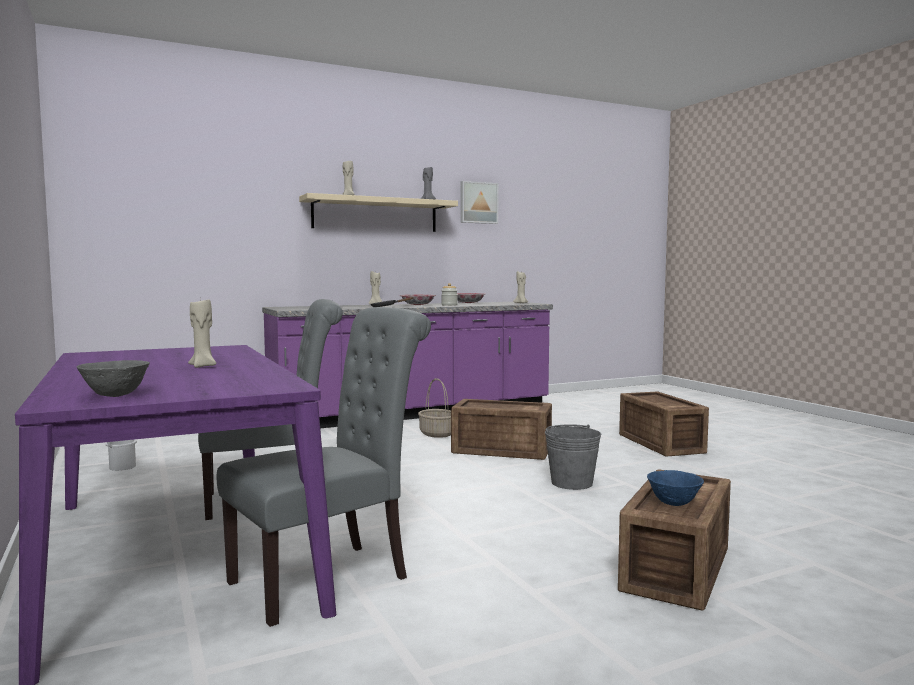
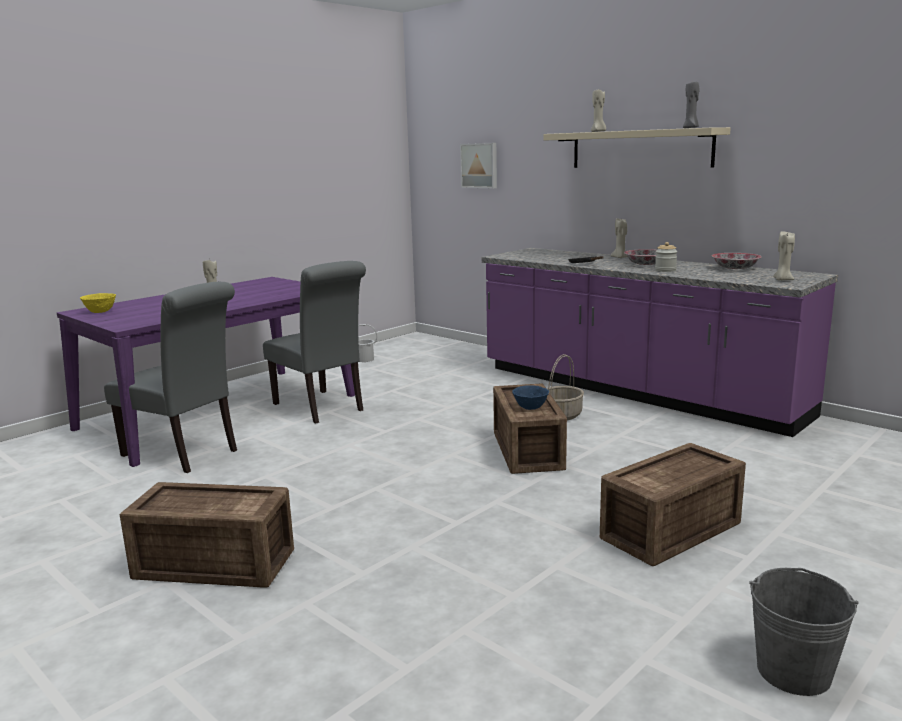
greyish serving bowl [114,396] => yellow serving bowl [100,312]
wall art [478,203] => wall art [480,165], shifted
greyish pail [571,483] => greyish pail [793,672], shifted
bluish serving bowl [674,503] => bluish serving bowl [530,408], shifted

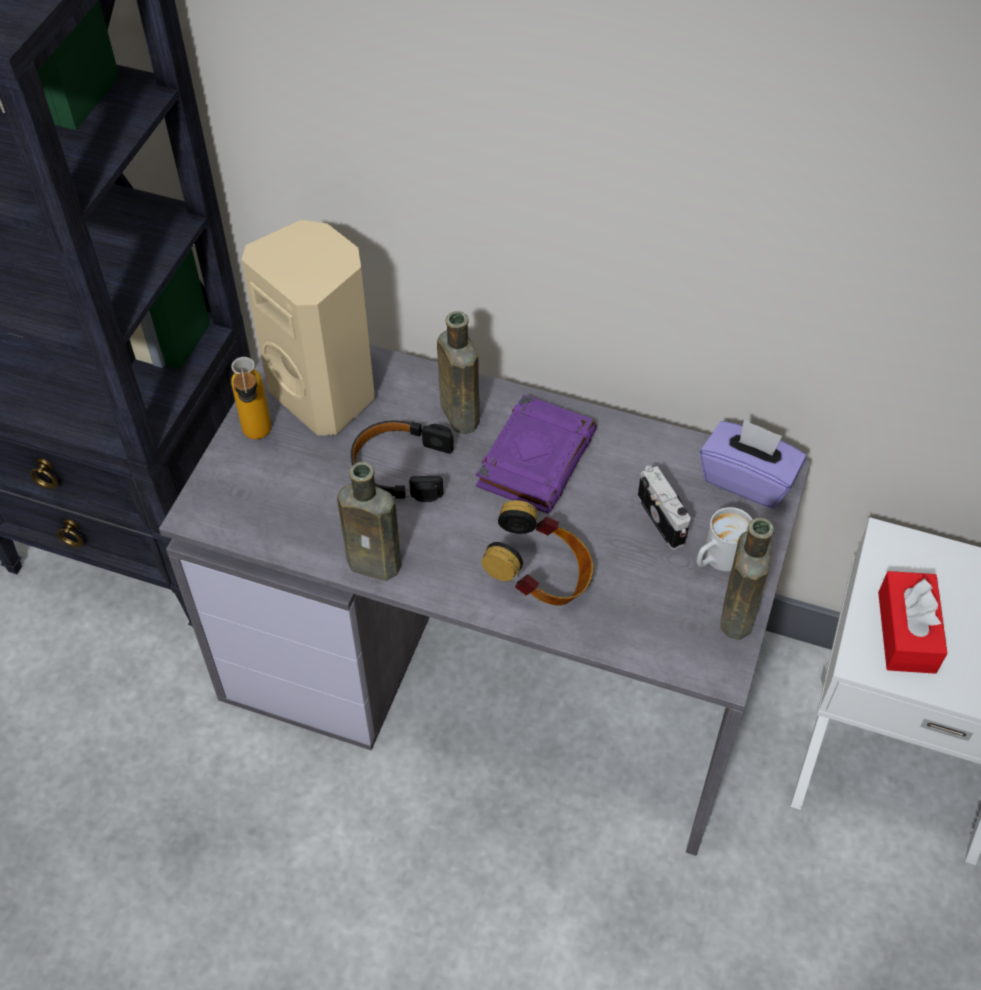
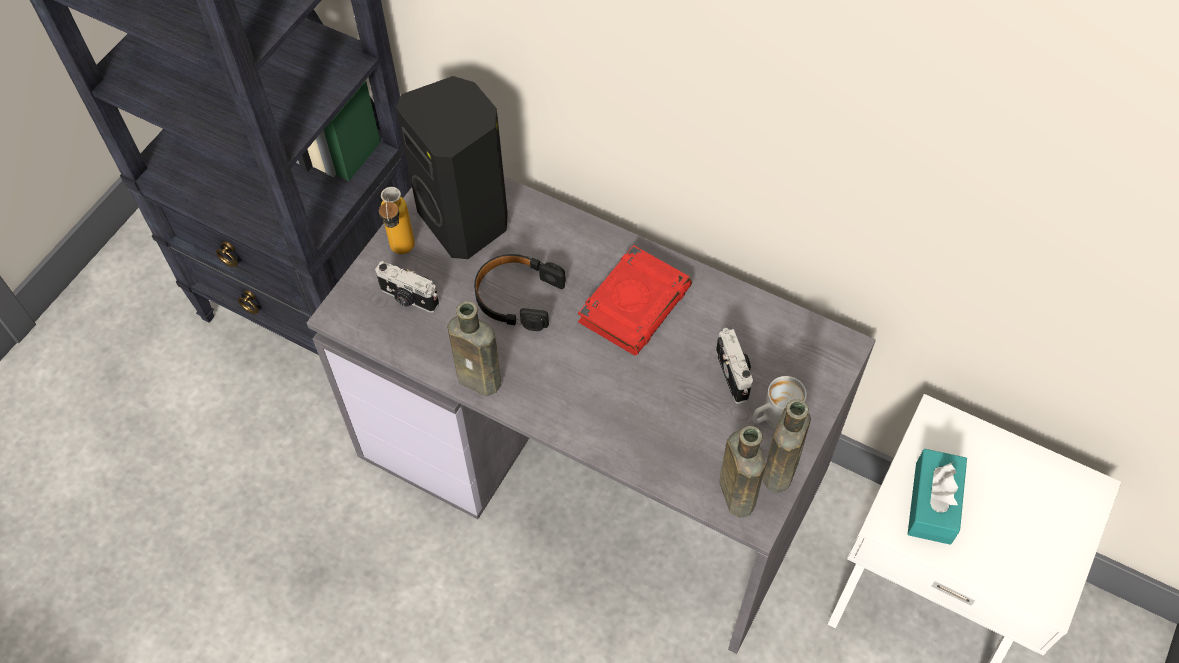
beige-coloured audio speaker [326,393] => black audio speaker [466,220]
brown beverage bottle [458,412] => brown beverage bottle [735,491], shifted
purplish bound book [536,458] => reddish bound book [635,303]
pair of headphones [540,578] => nothing
purplish tissue holder [747,479] => nothing
reddish tissue holder [906,632] => turquoise-coloured tissue holder [933,503]
nothing => photo camera [408,298]

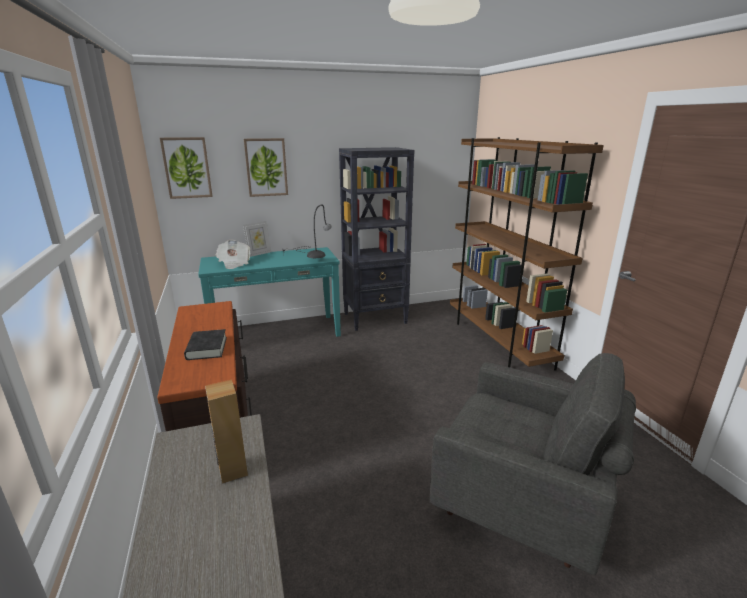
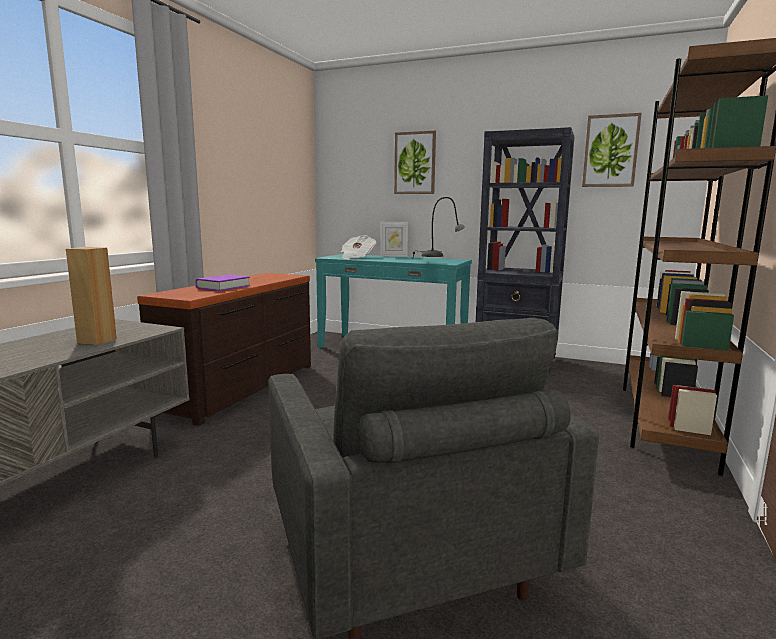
wall art [187,168] => wall art [610,151], shifted
black bound book [207,348] => purplish bound book [223,287]

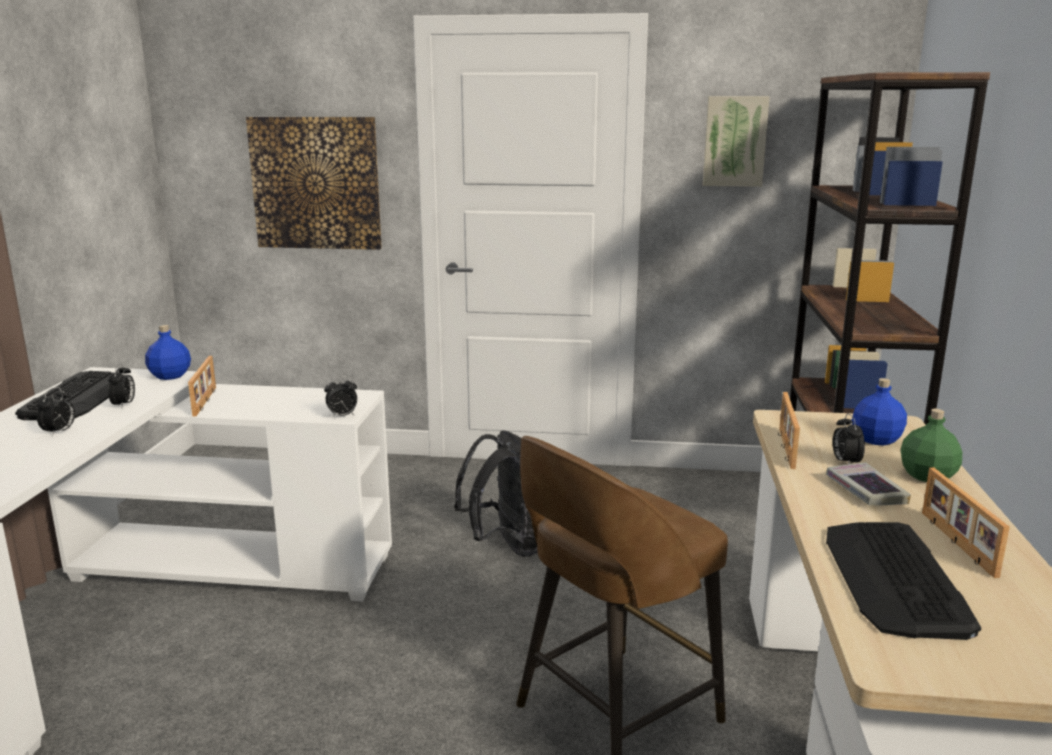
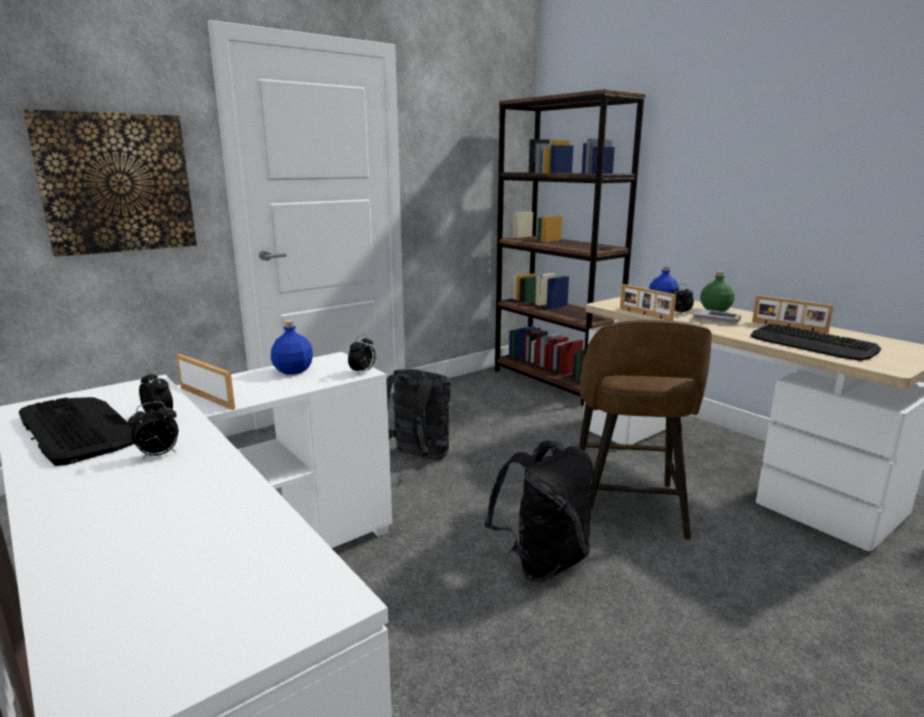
table clock [59,432] => table clock [158,455], 90 degrees clockwise
bluish beverage bottle [170,376] => bluish beverage bottle [293,371], shifted
wall art [734,141] => nothing
nothing => black backpack [543,562]

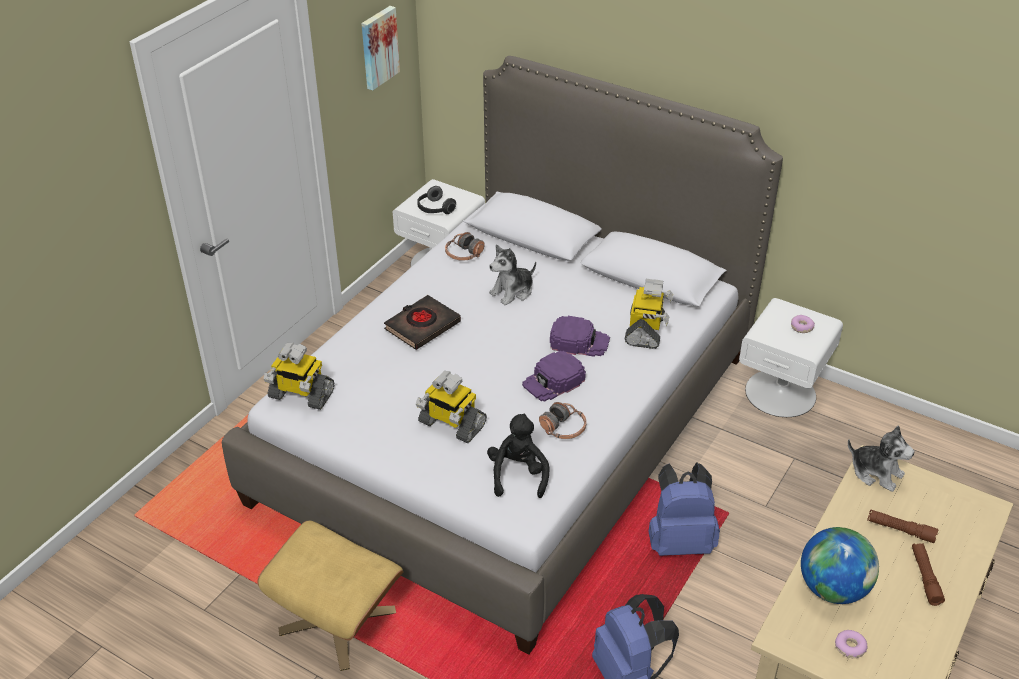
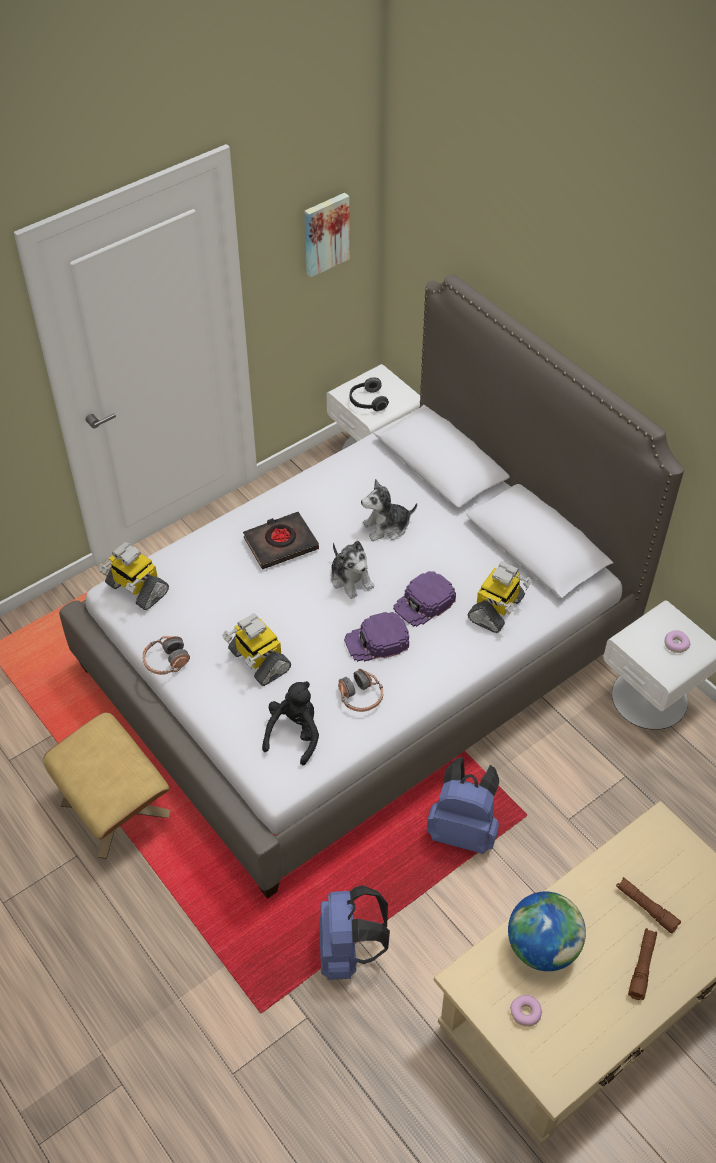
pair of headphones [464,254] => pair of headphones [166,661], shifted
purplish peaked cap [579,341] => purplish peaked cap [424,603], 105 degrees clockwise
cuddly toy [876,473] => cuddly toy [351,579], shifted

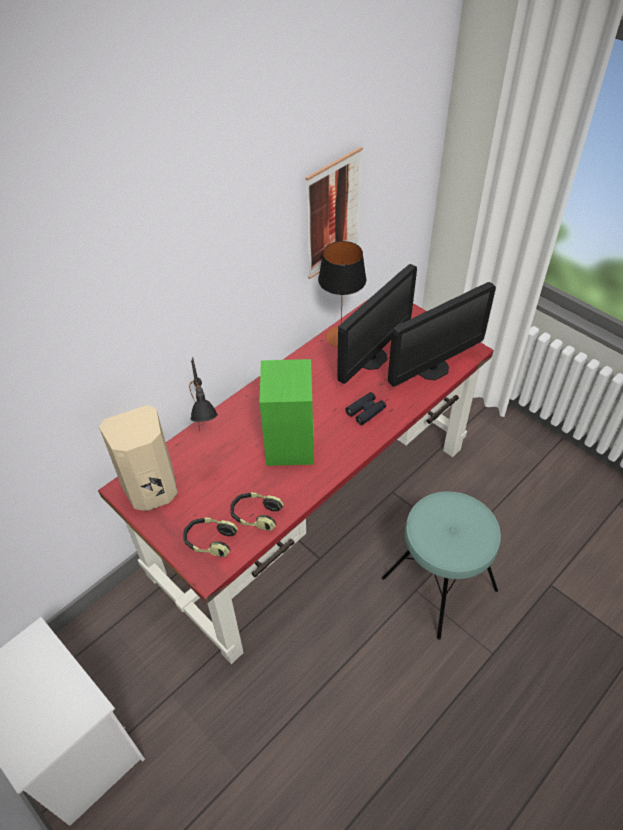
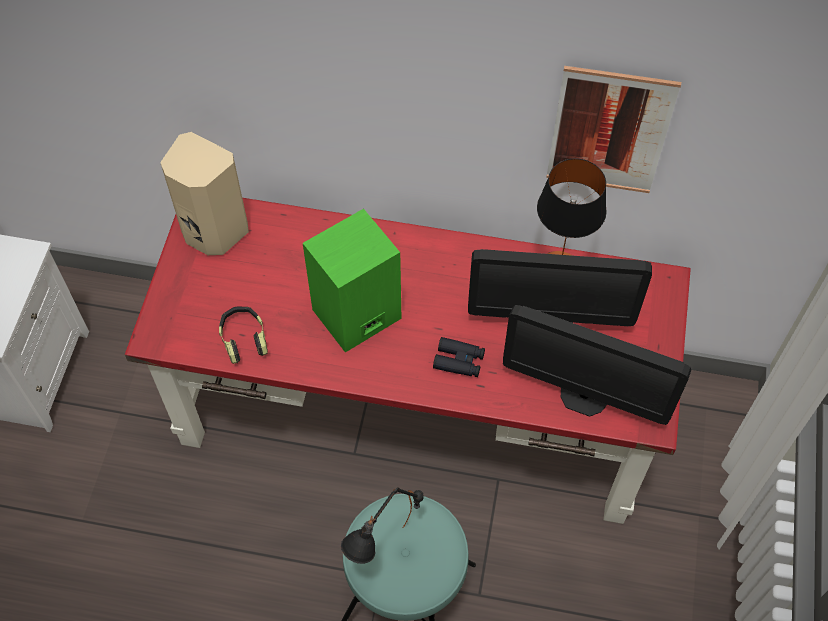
pair of headphones [210,541] => nothing
black lamp for a table [211,448] => black lamp for a table [388,559], shifted

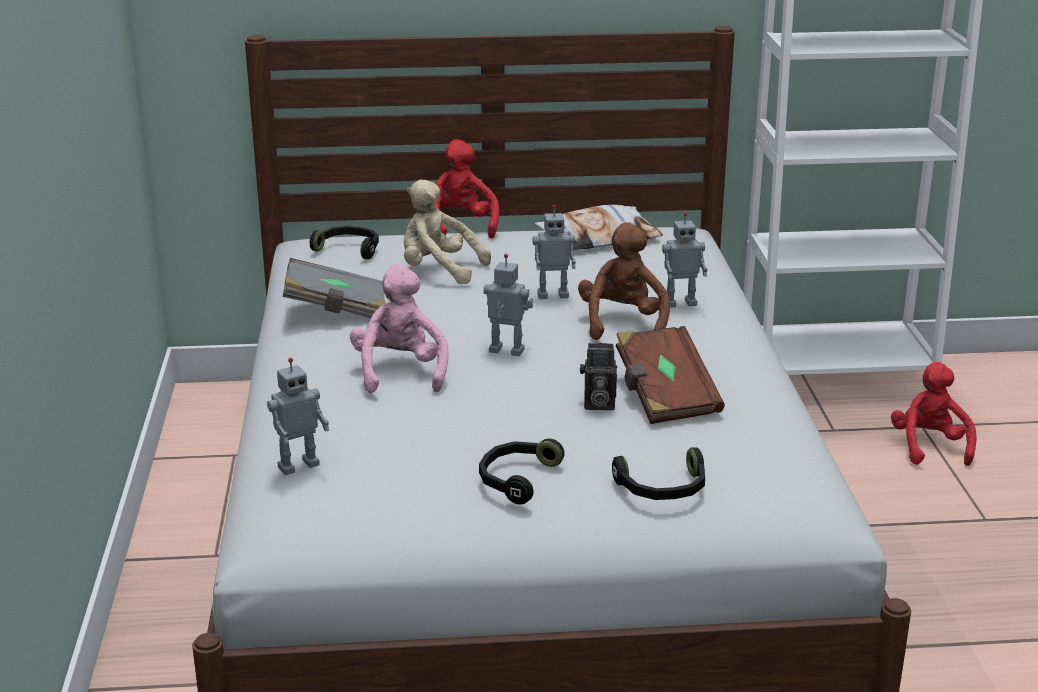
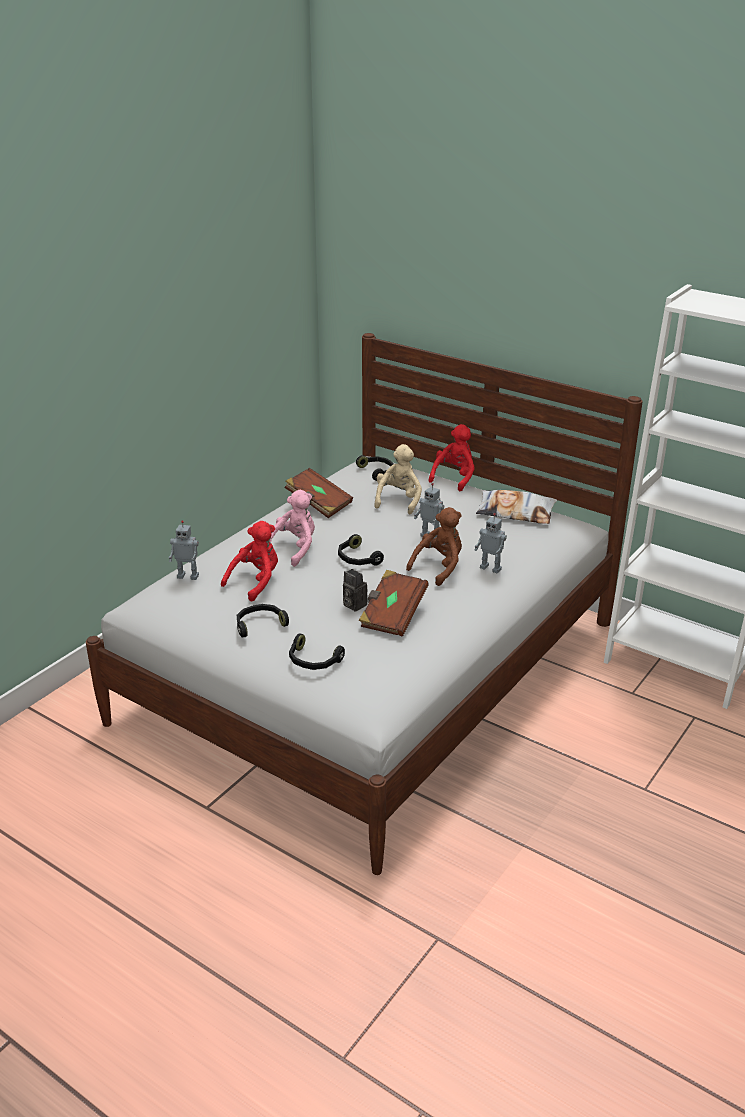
greyish bound book [336,310] => brown bound book [318,504]
beige-coloured cuddly toy [438,270] => beige-coloured cuddly toy [399,500], 45 degrees clockwise
toy robot [505,352] => black pair of headphones [357,559]
reddish cuddly toy [929,447] => reddish cuddly toy [256,582], shifted

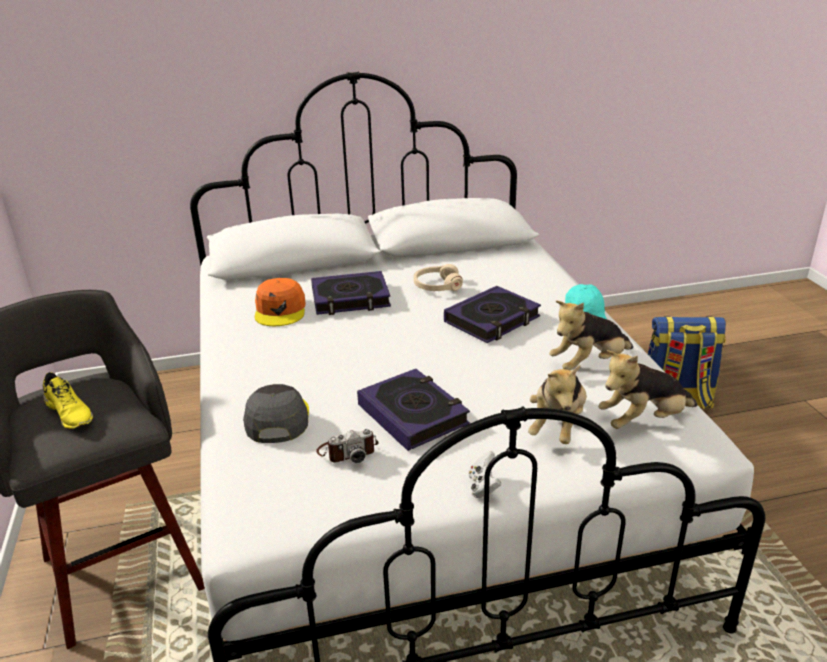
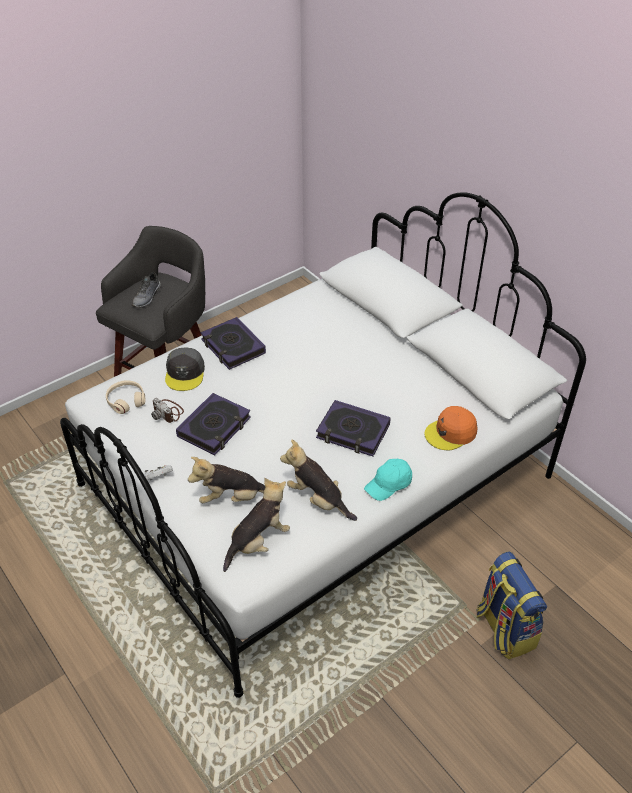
yellow shoe [70,413] => greyish shoe [147,297]
greyish peaked cap [277,419] => greyish peaked cap [185,373], 120 degrees clockwise
orange peaked cap [280,310] => orange peaked cap [451,433], shifted
bound book [350,299] => bound book [233,347], shifted
beige-coloured pair of headphones [437,286] => beige-coloured pair of headphones [126,400], shifted
cuddly toy [643,421] => cuddly toy [258,541], 90 degrees clockwise

